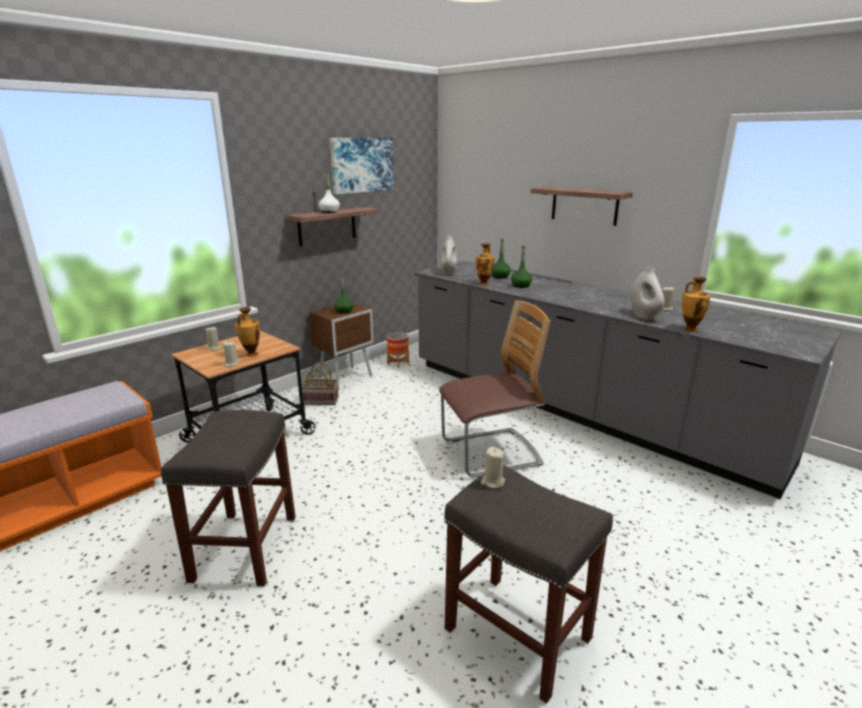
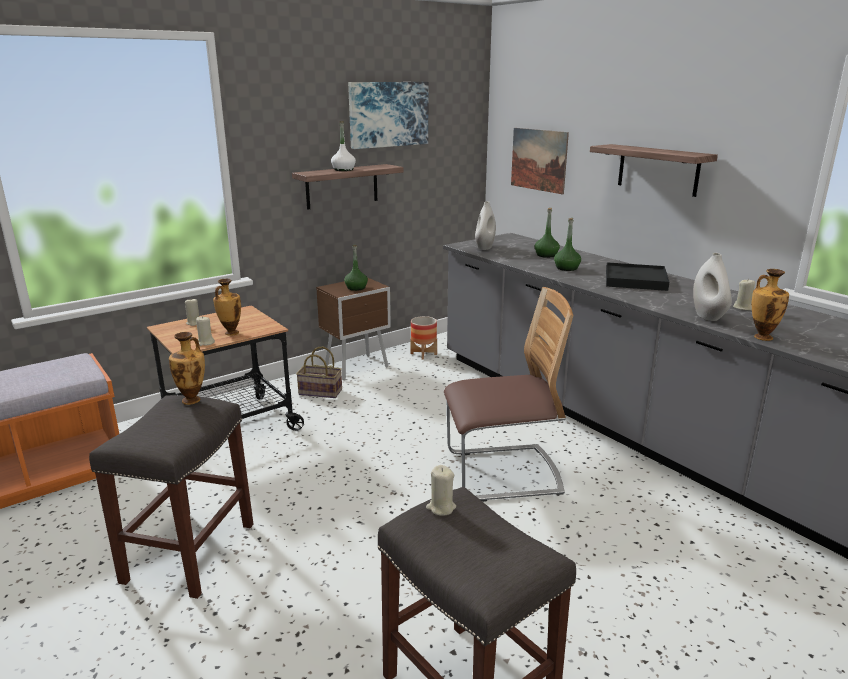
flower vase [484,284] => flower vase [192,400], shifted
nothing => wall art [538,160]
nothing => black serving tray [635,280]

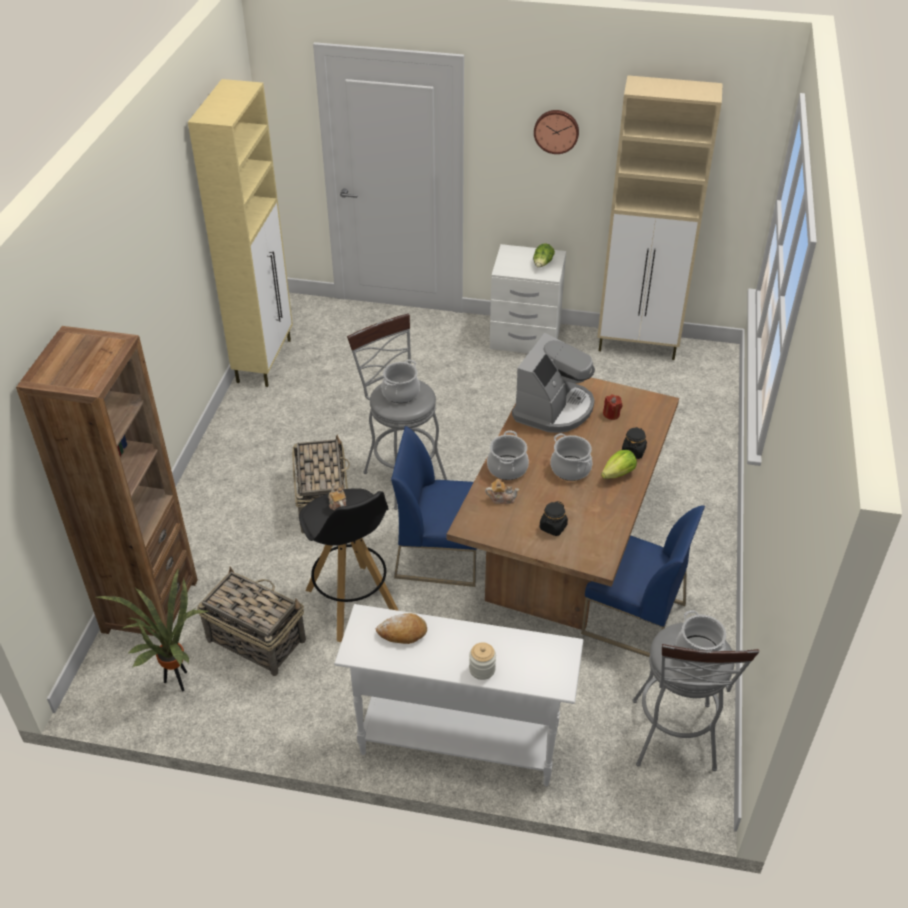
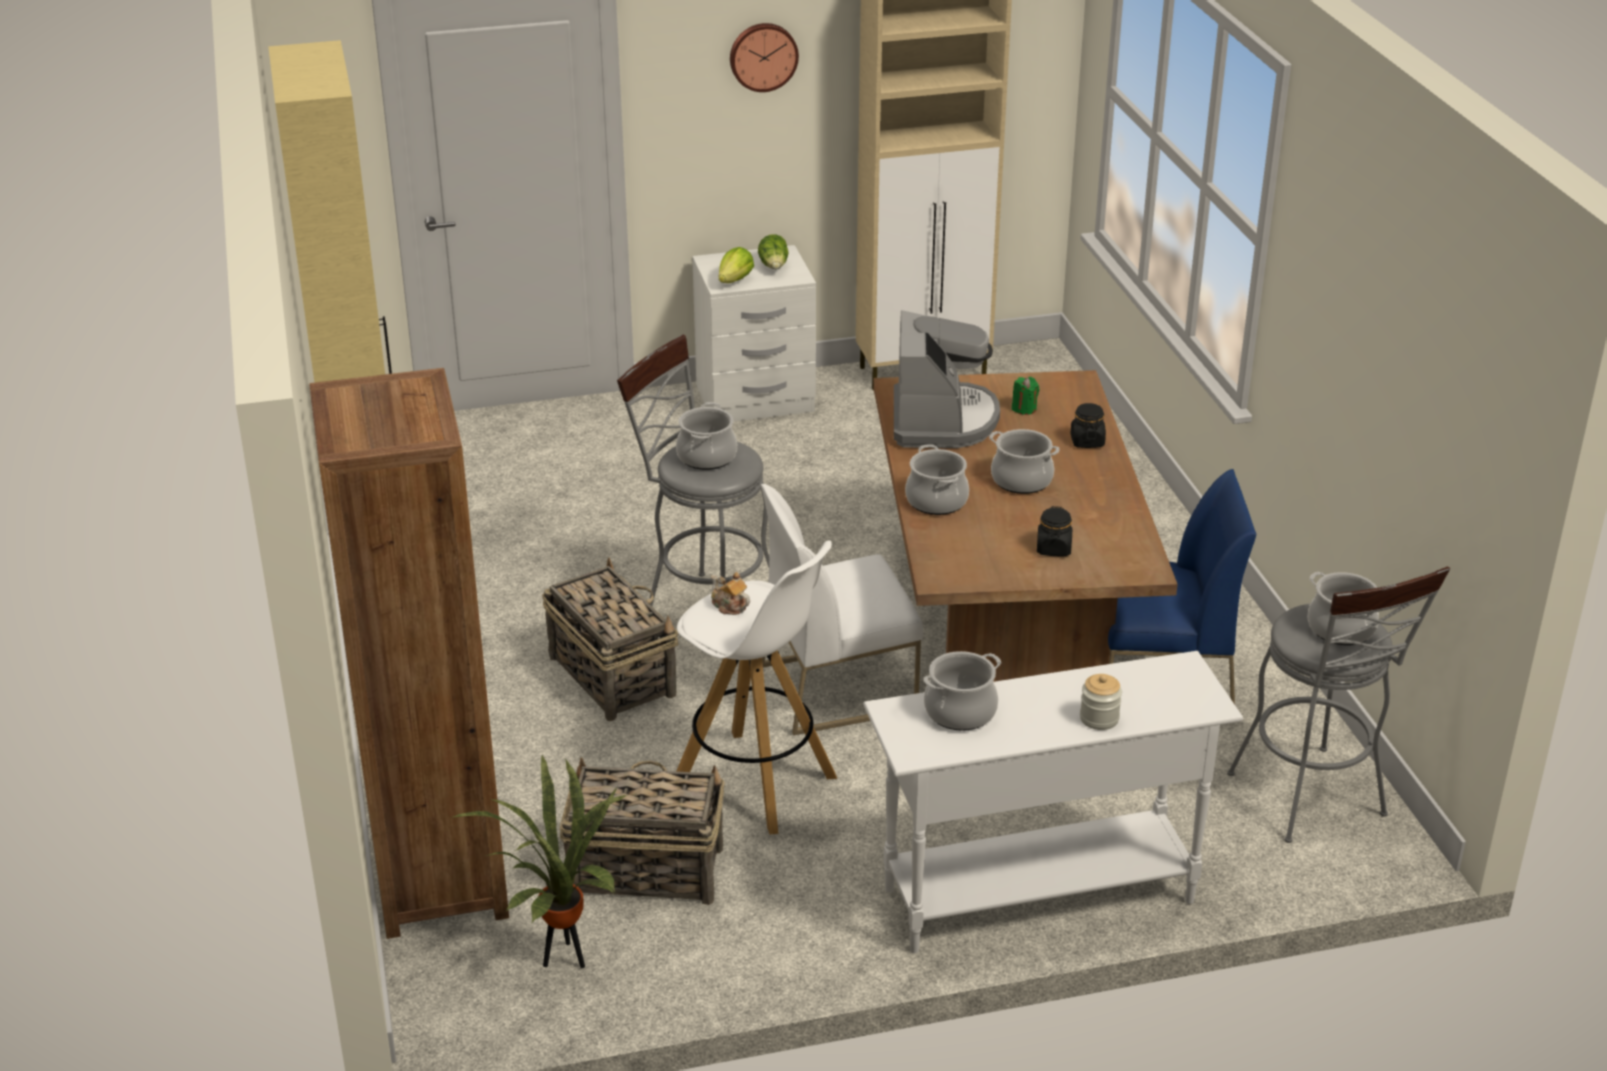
black sitting stool [352,603] => white-coloured sitting stool [756,782]
bread [402,633] => saucepot [960,712]
bluish upright chair [441,553] => white-coloured upright chair [838,687]
pot for tea [502,498] => nothing
lettuce [618,474] => lettuce [735,281], shifted
reddish candle [611,414] => green candle [1024,408]

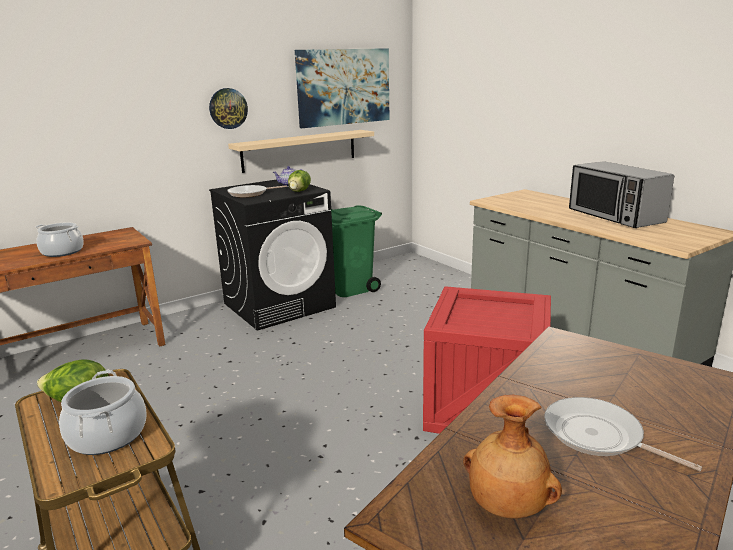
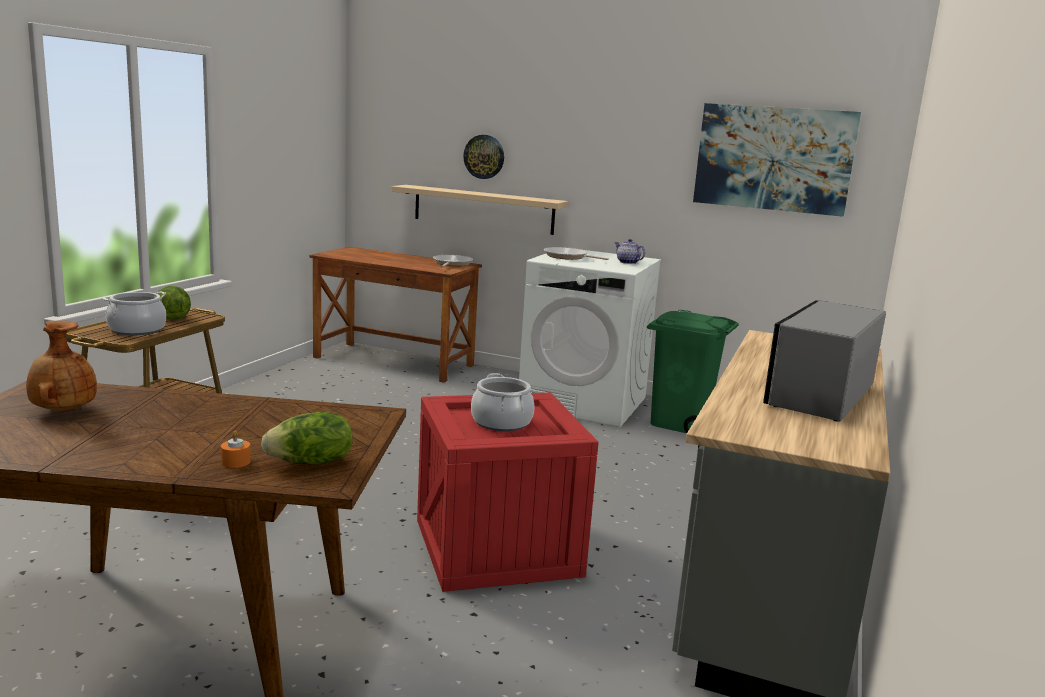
saucepot [62,252] => saucepot [501,422], shifted
hanging clock [228,108] => hanging clock [484,156], shifted
black laundry appliance [279,305] => white-coloured laundry appliance [584,402]
beige-coloured bracket shelf [300,150] => beige-coloured bracket shelf [483,209], shifted
lettuce [300,191] => lettuce [311,462], shifted
pan [598,436] => pan [451,264], shifted
nothing => orange candle [236,462]

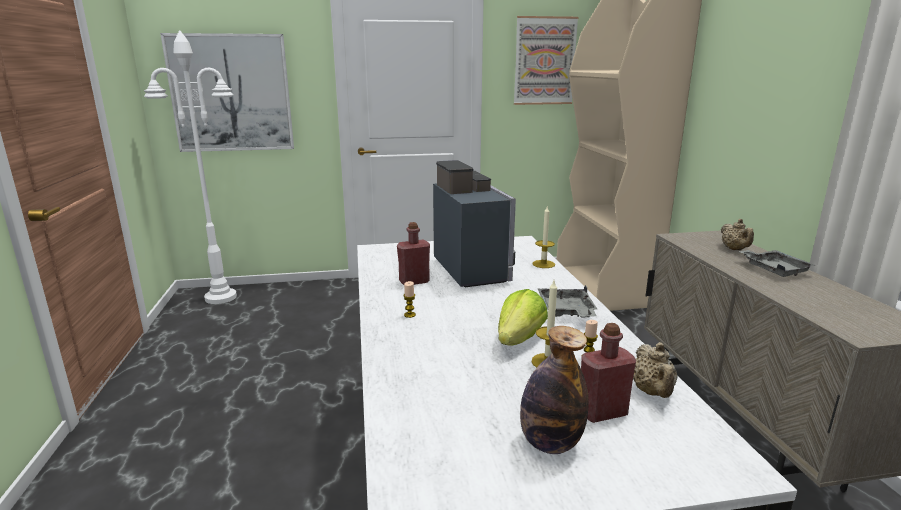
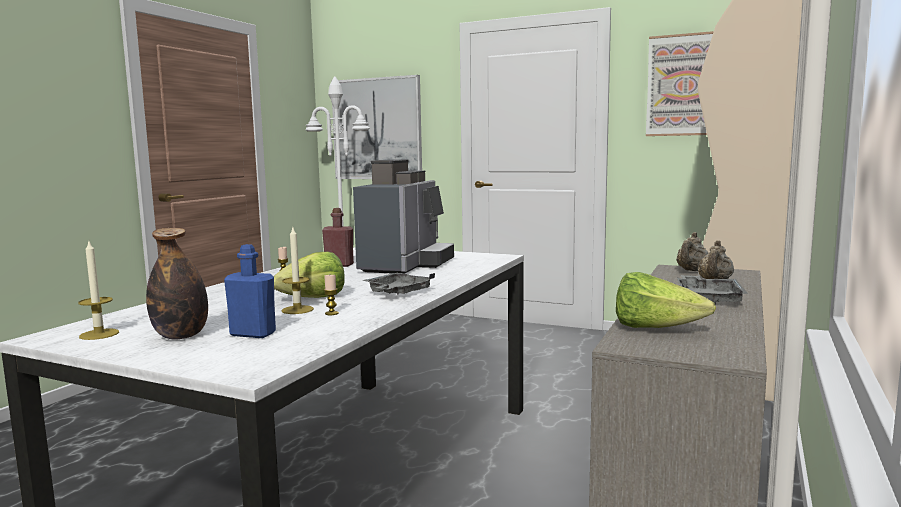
candle [543,264] => candle [99,334], shifted
reddish beverage bottle [602,412] => bluish beverage bottle [253,334]
beige-coloured pot for tea [652,392] => beige-coloured pot for tea [691,271], shifted
nothing => lettuce [655,329]

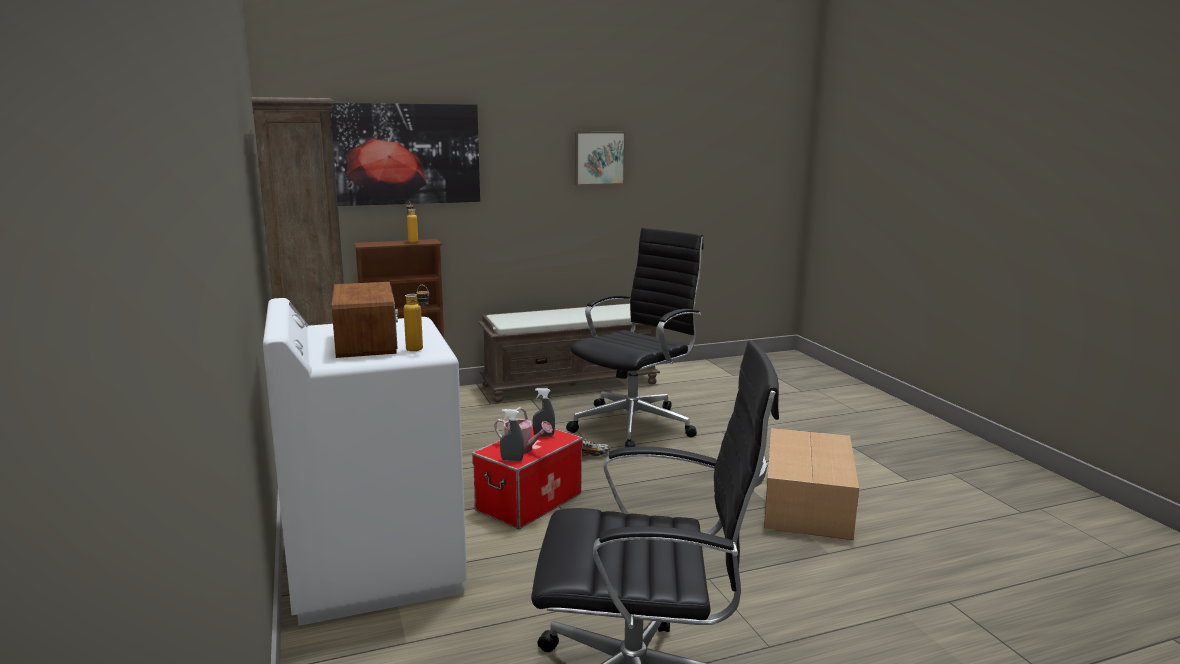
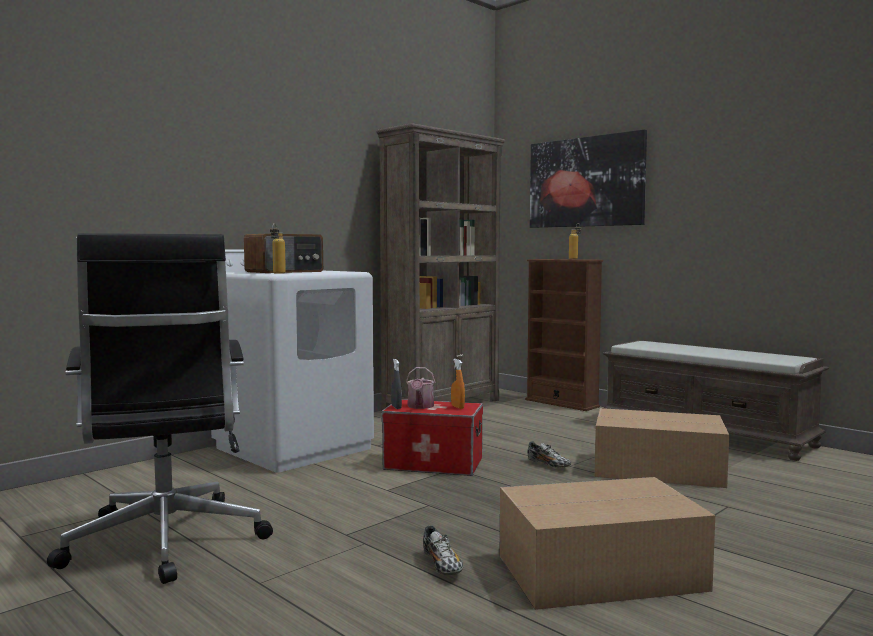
greyish hand sprayer [543,435] => orange hand sprayer [457,407]
black computer chair [635,425] => carton [660,470]
wall art [599,158] => nothing
nothing => shoe [442,566]

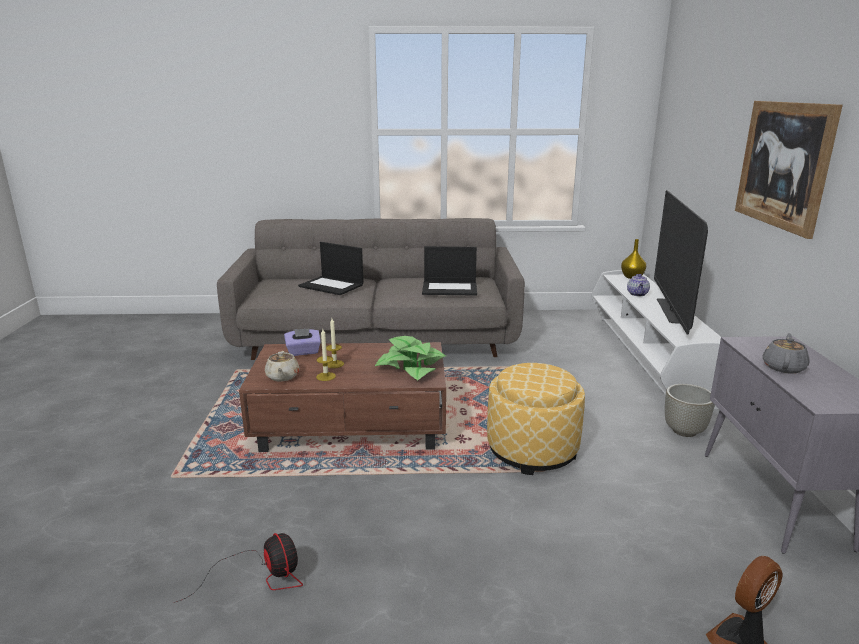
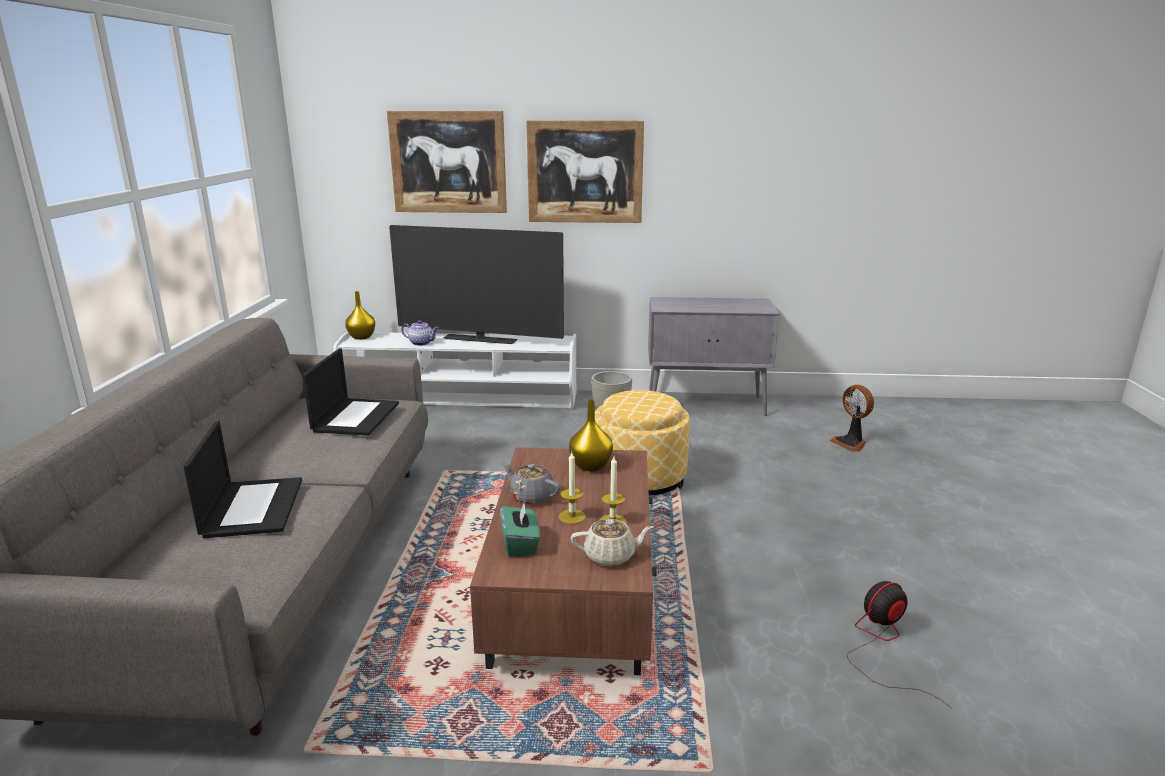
purplish tissue holder [303,352] => green tissue holder [520,544]
portable computer [332,285] => portable computer [252,507], 45 degrees counterclockwise
potted plant [412,366] => yellow flower vase [590,466]
greyish pot for tea [783,367] => greyish pot for tea [531,496], shifted
nothing => wall art [448,162]

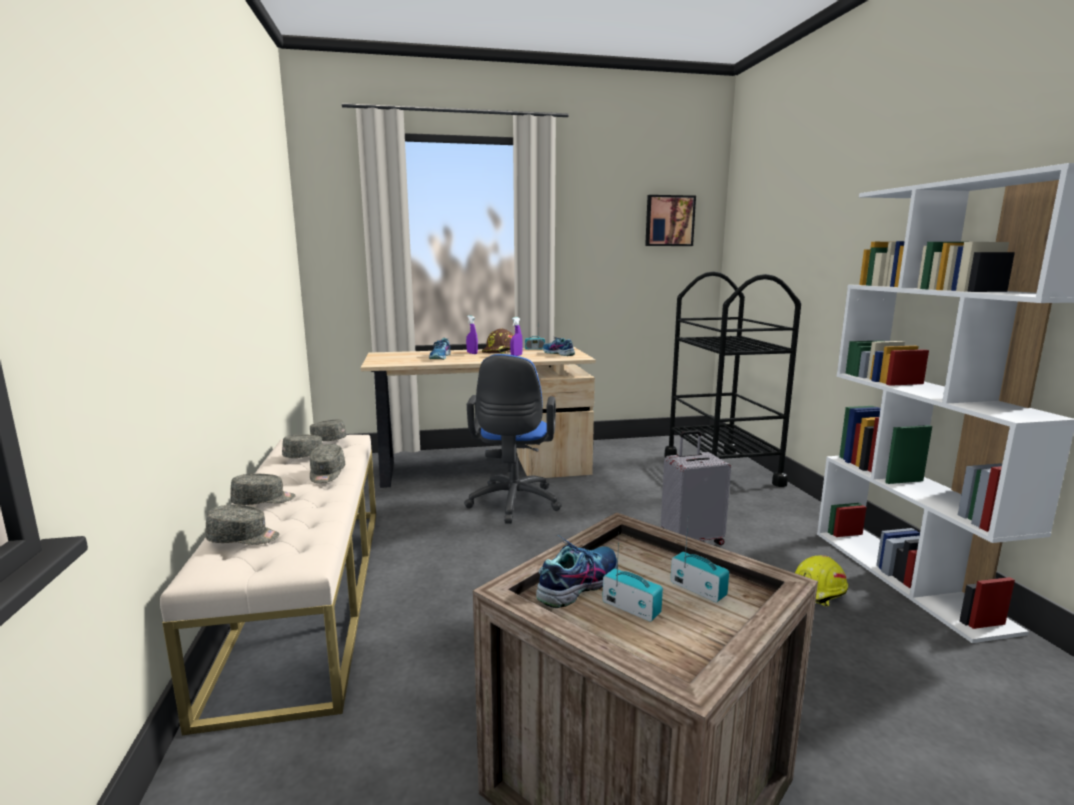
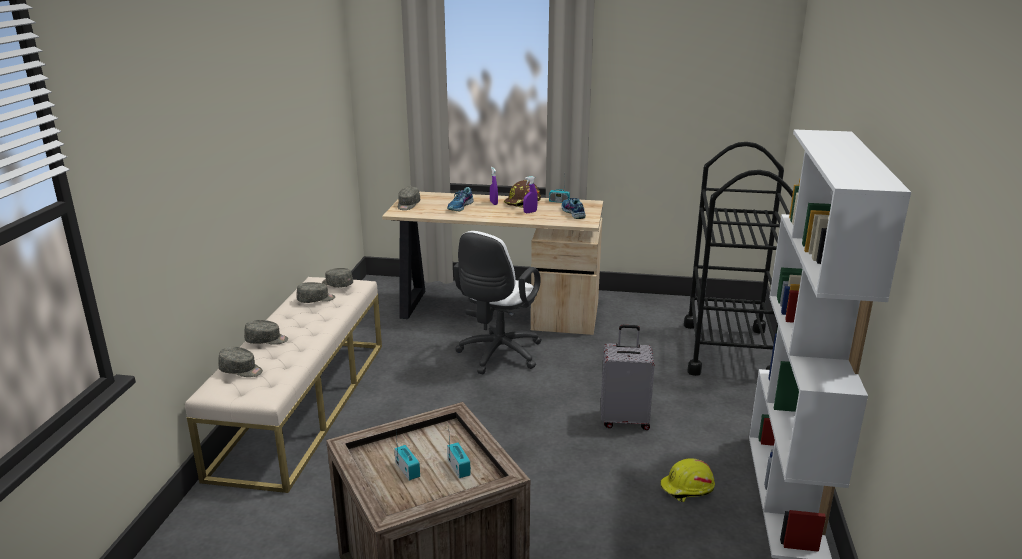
greyish peaked cap [326,474] => greyish peaked cap [408,205], shifted
bluish computer chair [513,505] => white-coloured computer chair [497,356]
shoe [578,584] => nothing
wall art [669,221] => nothing

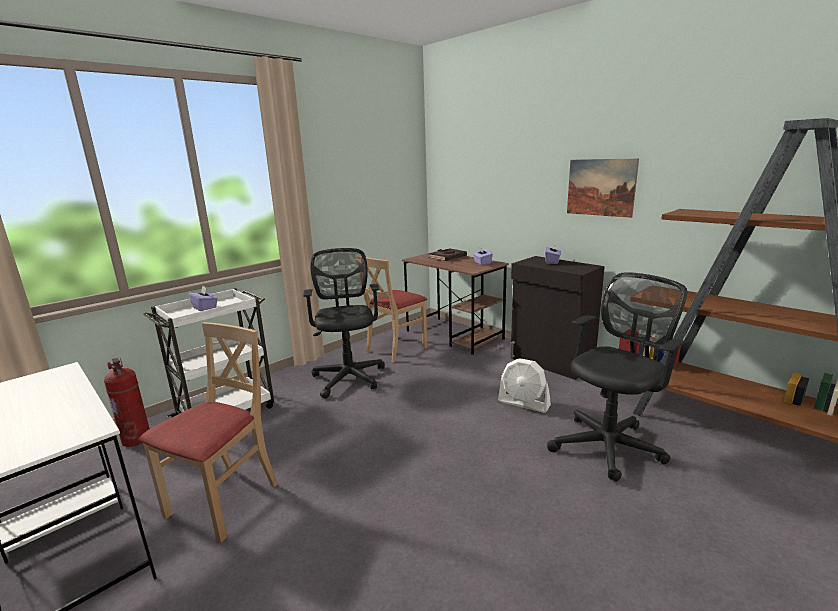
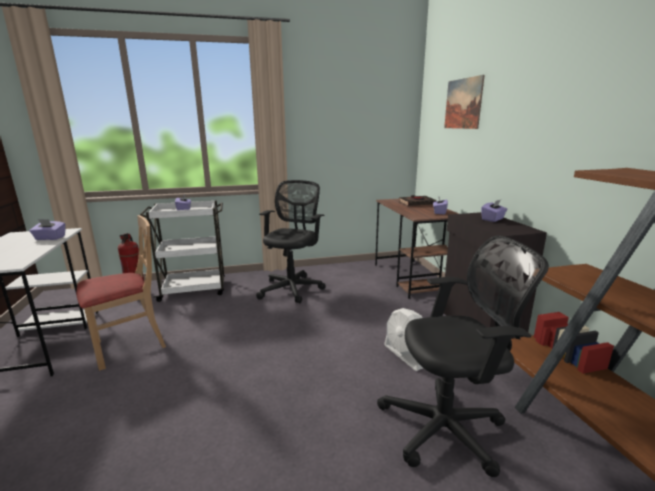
beige-coloured upright chair [395,349] => nothing
wall art [600,187] => wall art [463,103], shifted
nothing => purplish tissue holder [50,238]

